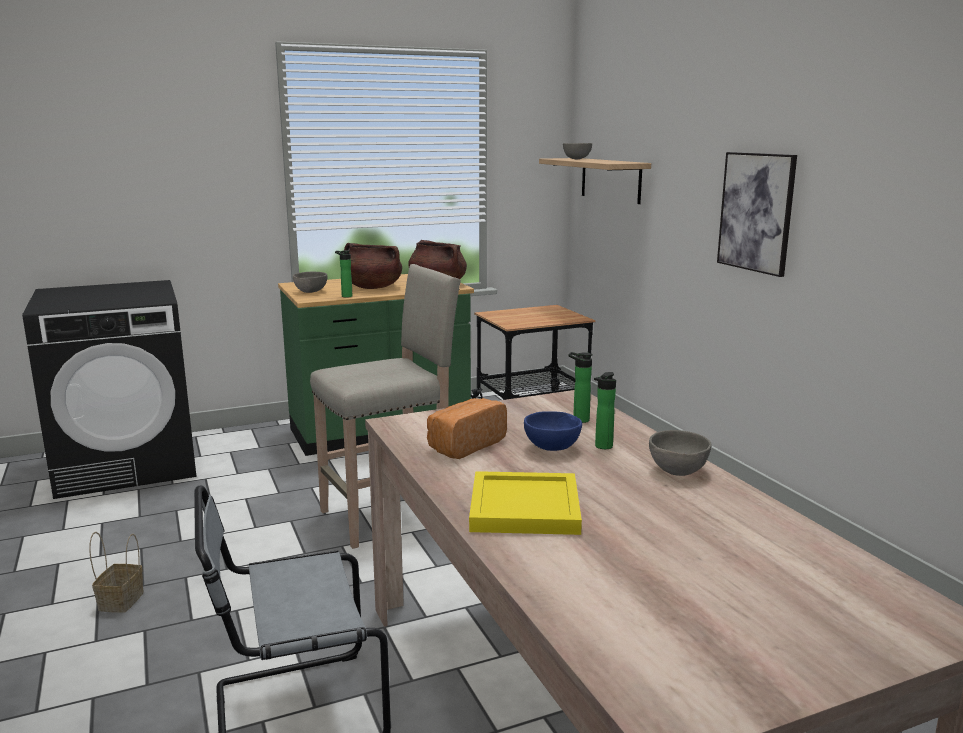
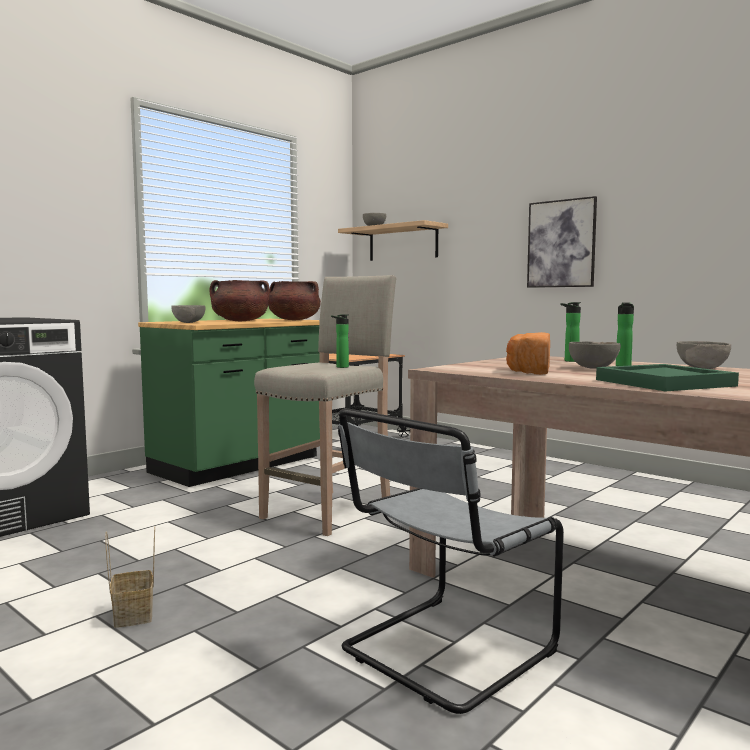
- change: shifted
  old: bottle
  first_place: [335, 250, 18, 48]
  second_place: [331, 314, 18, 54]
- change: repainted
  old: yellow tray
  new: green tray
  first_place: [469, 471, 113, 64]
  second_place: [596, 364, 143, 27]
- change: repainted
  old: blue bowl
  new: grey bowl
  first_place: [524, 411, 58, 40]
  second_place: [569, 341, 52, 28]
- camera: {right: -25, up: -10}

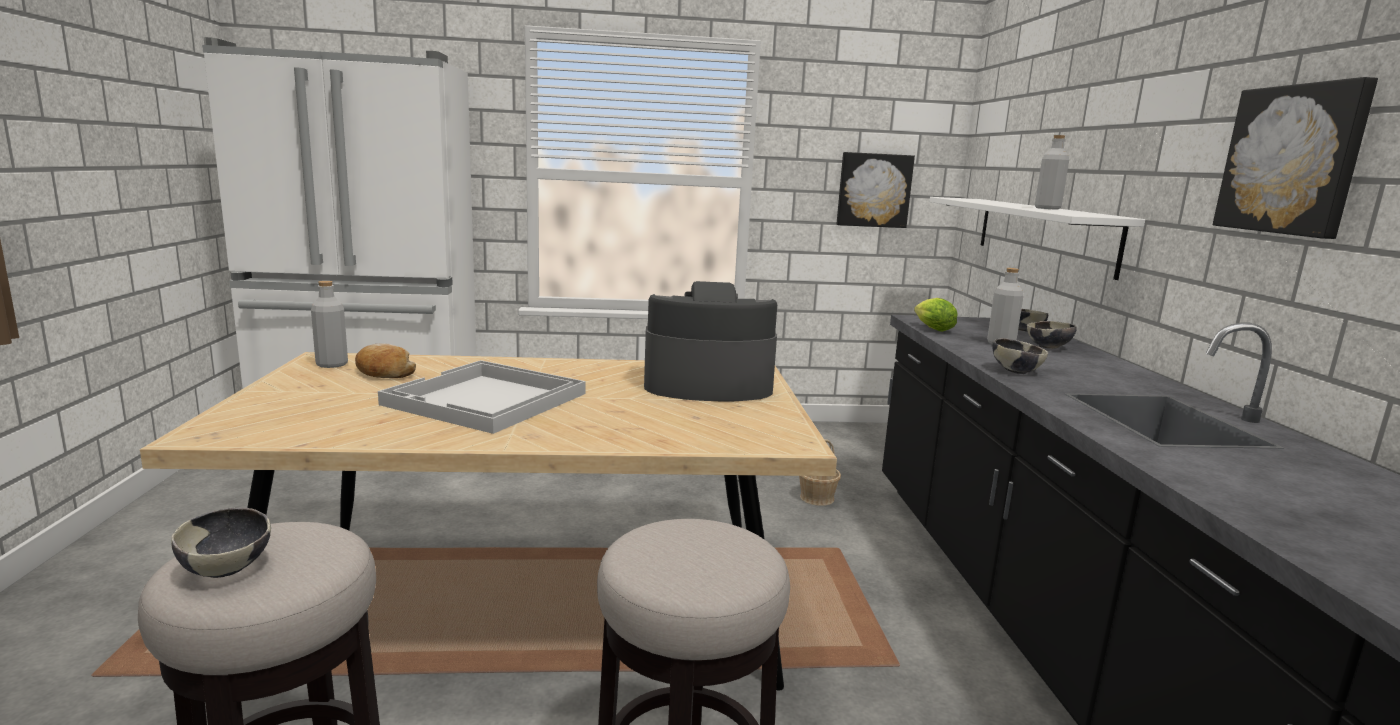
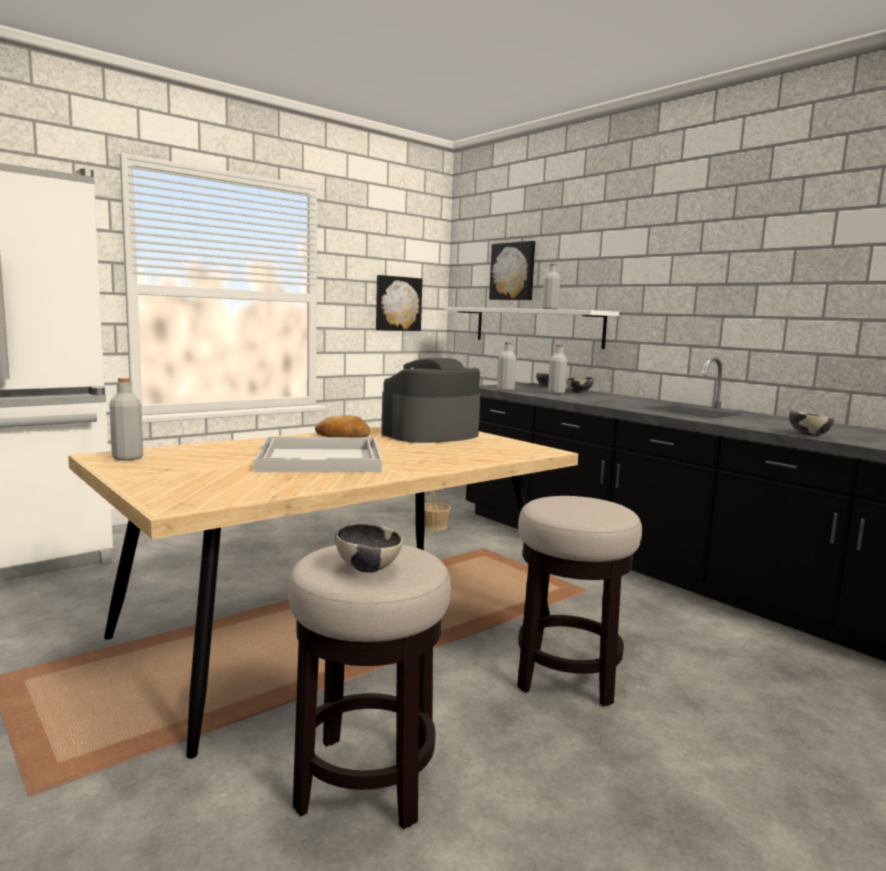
- change: shifted
  old: bread
  first_place: [355, 344, 61, 34]
  second_place: [315, 415, 55, 22]
- change: shifted
  old: bowl
  first_place: [992, 338, 56, 36]
  second_place: [789, 411, 46, 25]
- change: shifted
  old: picture
  first_place: [1213, 77, 165, 162]
  second_place: [489, 241, 46, 59]
- change: swapped
  old: lettuce
  new: grey bottle
  first_place: [914, 298, 43, 34]
  second_place: [497, 342, 19, 49]
- camera: {right: -35, up: -5}

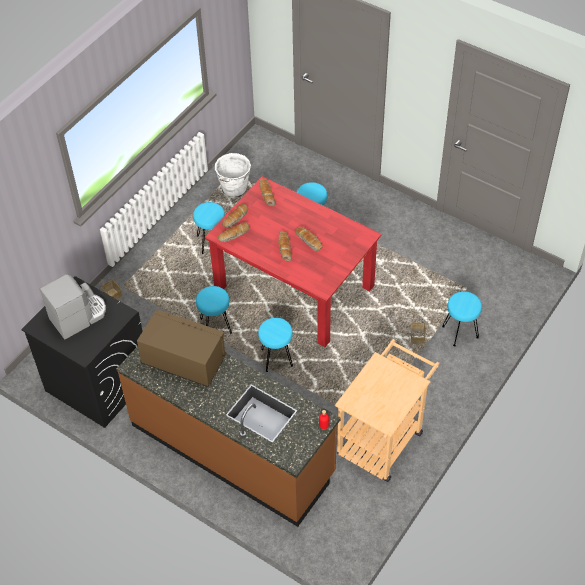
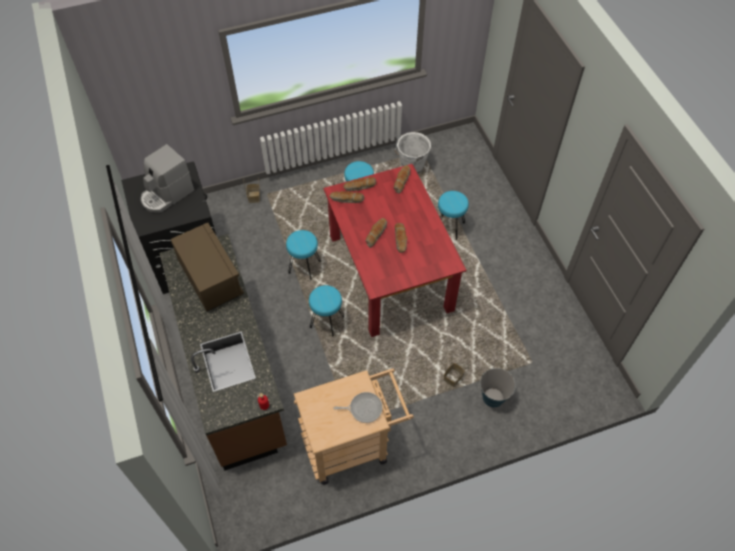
- change: new
  new: frying pan
  second_place: [333, 392, 50, 31]
- change: swapped
  old: turquoise stool
  new: bucket
  first_place: [442, 291, 40, 55]
  second_place: [478, 368, 38, 40]
- change: rotated
  old: coffee machine
  first_place: [40, 274, 66, 65]
  second_place: [141, 144, 53, 69]
  degrees: 135
- camera: {right: 35, up: 5}

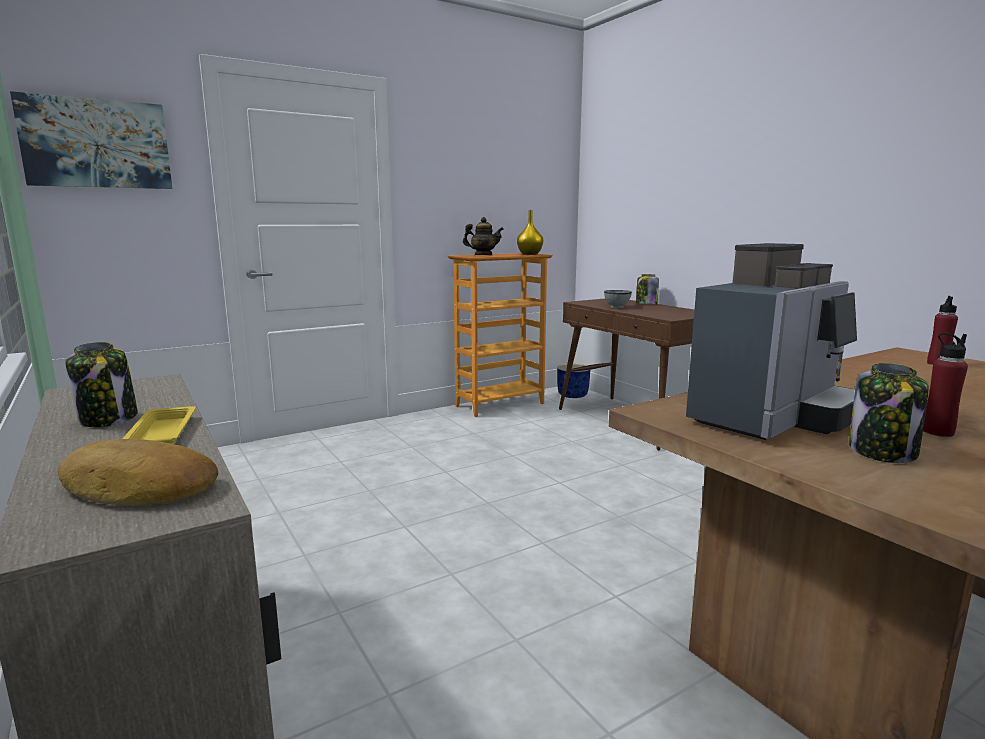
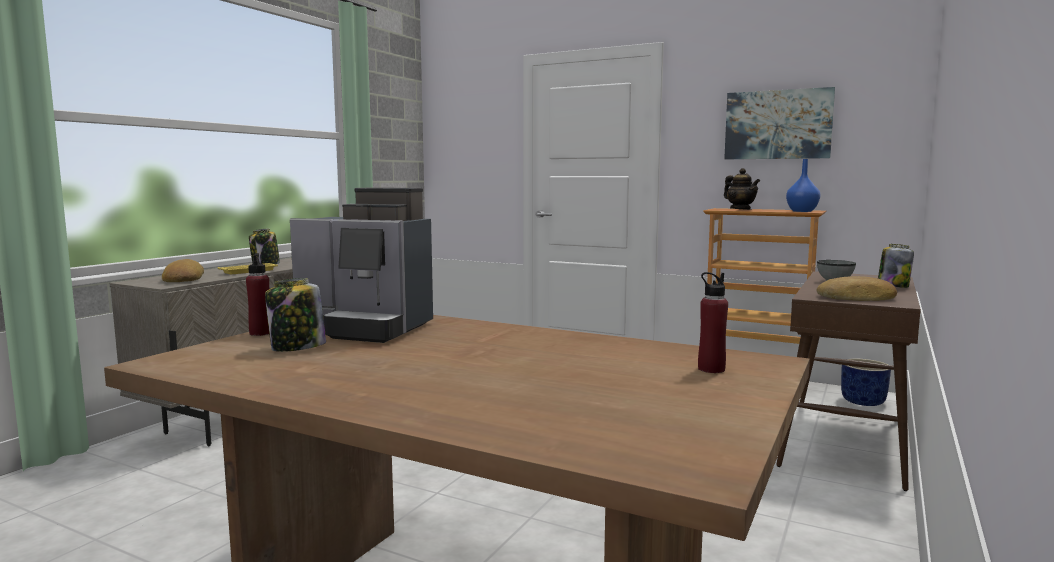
- change: new
  new: bread
  second_place: [816, 276, 81, 25]
- change: shifted
  old: picture
  first_place: [10, 91, 163, 98]
  second_place: [724, 87, 111, 72]
- change: shifted
  old: red bottle
  first_place: [923, 332, 45, 105]
  second_place: [246, 253, 23, 83]
- change: repainted
  old: yellow vase
  new: blue vase
  first_place: [517, 210, 26, 45]
  second_place: [786, 159, 34, 53]
- camera: {right: 60, up: -5}

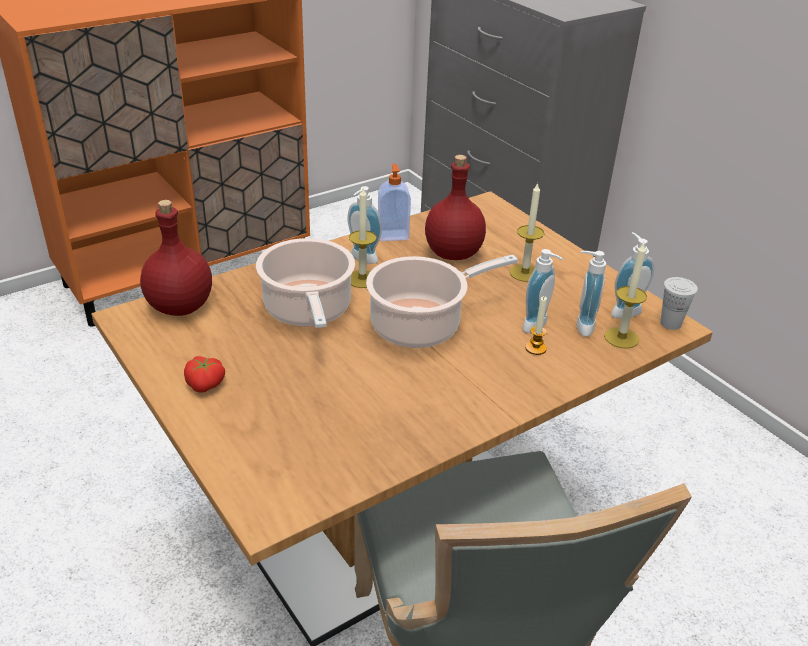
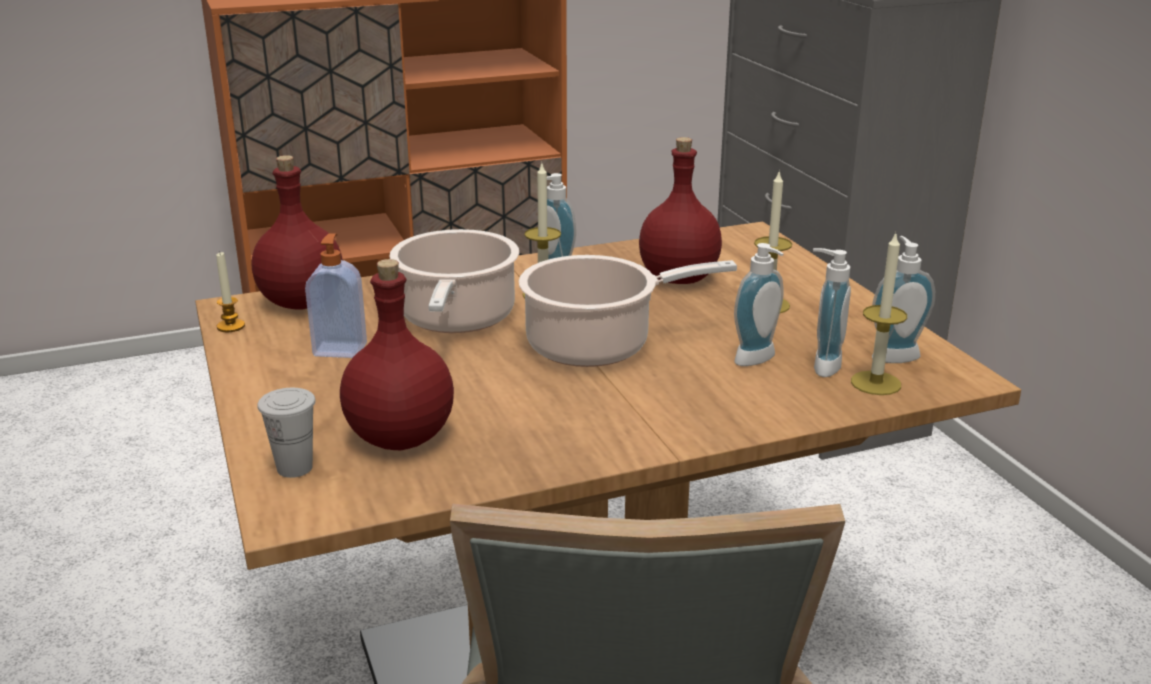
- change: gone
  old: tomato
  first_place: [184, 356, 41, 37]
- change: new
  new: red bottle
  second_place: [340, 259, 114, 191]
- change: shifted
  old: soap dispenser
  first_place: [378, 164, 33, 77]
  second_place: [305, 233, 62, 125]
- change: shifted
  old: candle
  first_place: [525, 296, 22, 59]
  second_place: [216, 252, 29, 80]
- change: shifted
  old: white cup
  first_place: [660, 277, 38, 53]
  second_place: [257, 388, 59, 90]
- camera: {right: 15, up: -10}

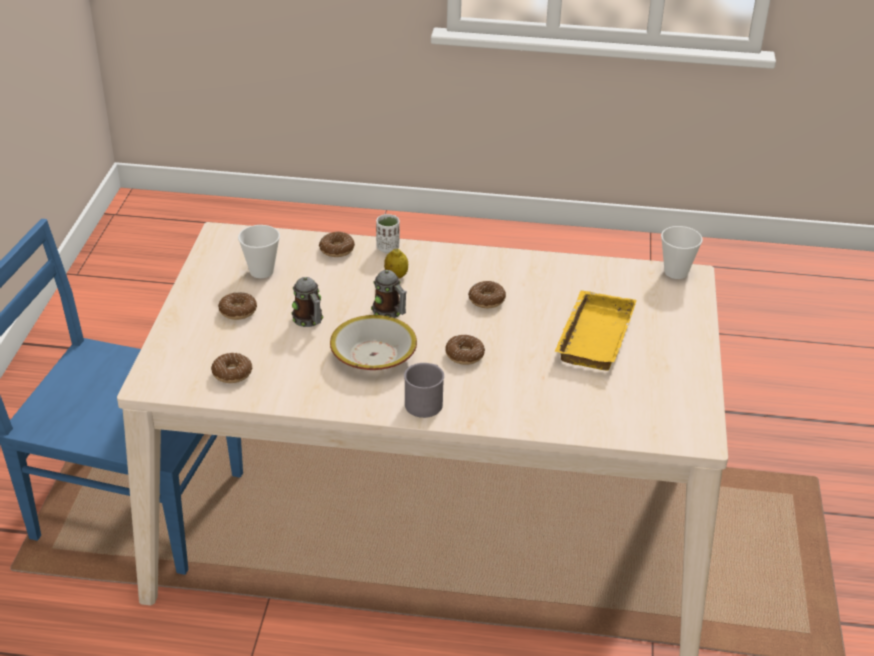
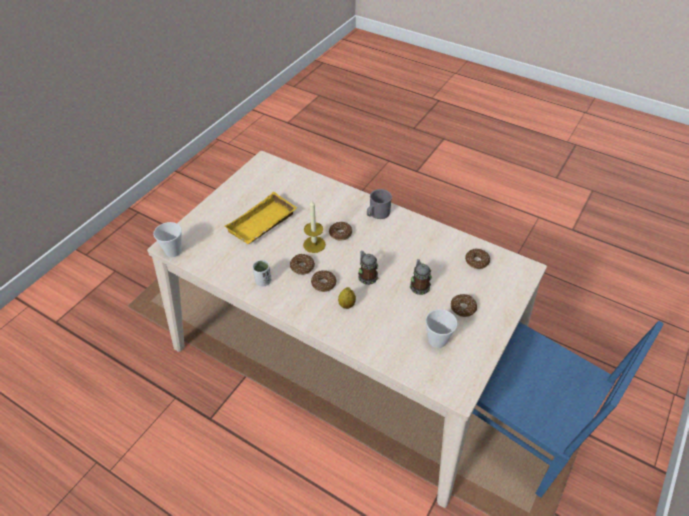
- change: gone
  old: bowl
  first_place: [330, 315, 87, 55]
- change: new
  new: candle
  second_place: [303, 200, 23, 53]
- change: shifted
  old: donut
  first_place: [319, 232, 36, 25]
  second_place: [311, 270, 26, 22]
- change: shifted
  old: white cup
  first_place: [376, 214, 24, 39]
  second_place: [252, 260, 19, 27]
- camera: {right: -155, up: 10}

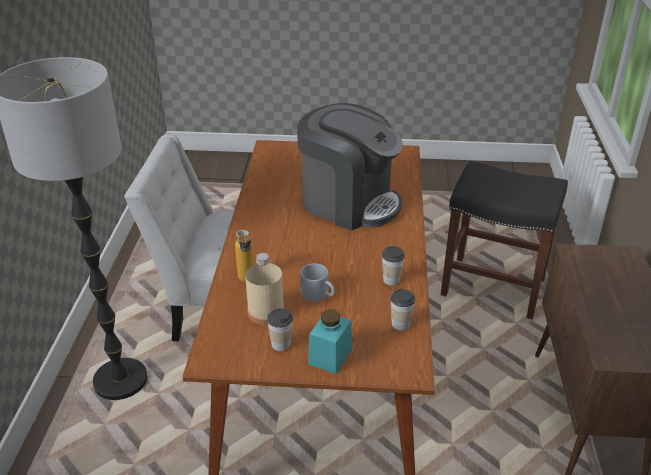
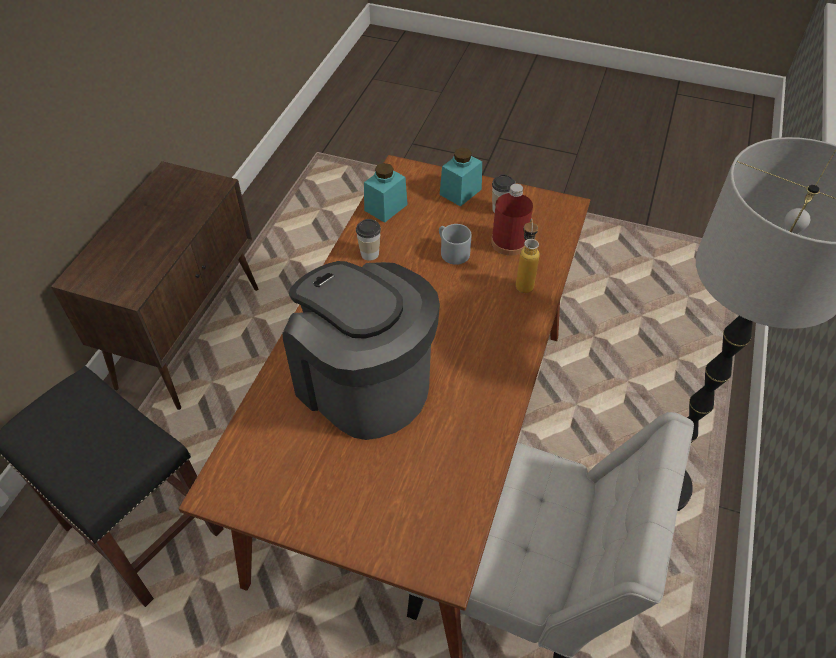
- change: swapped
  old: cup
  new: turquoise jar
  first_place: [391, 289, 24, 42]
  second_place: [364, 163, 44, 60]
- change: repainted
  old: beige bottle
  new: red bottle
  first_place: [245, 253, 39, 72]
  second_place: [491, 184, 42, 72]
- camera: {right: -165, up: 15}

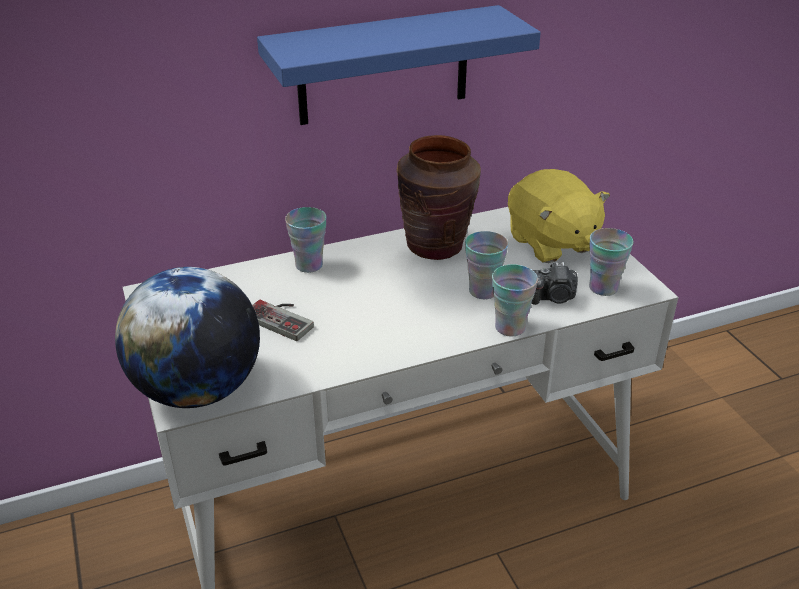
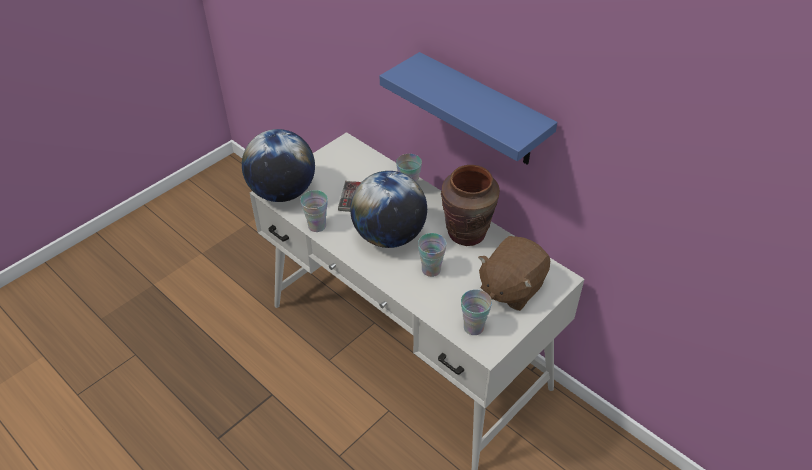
- change: gone
  old: photo camera
  first_place: [531, 262, 47, 43]
- change: new
  new: globe
  second_place: [350, 171, 77, 77]
- change: shifted
  old: cup
  first_place: [492, 265, 46, 72]
  second_place: [300, 190, 28, 42]
- change: repainted
  old: yellow plush toy
  new: brown plush toy
  first_place: [508, 169, 102, 94]
  second_place: [478, 236, 72, 75]
- camera: {right: 65, up: 10}

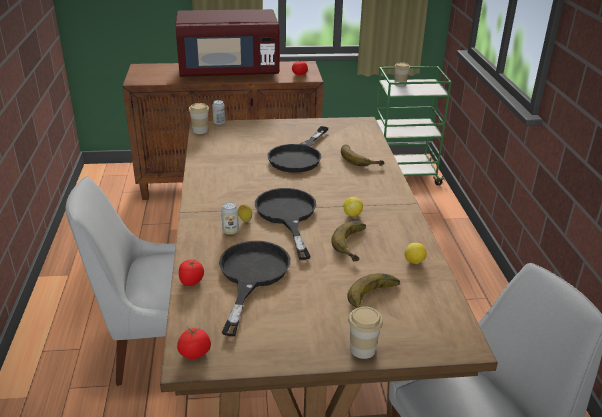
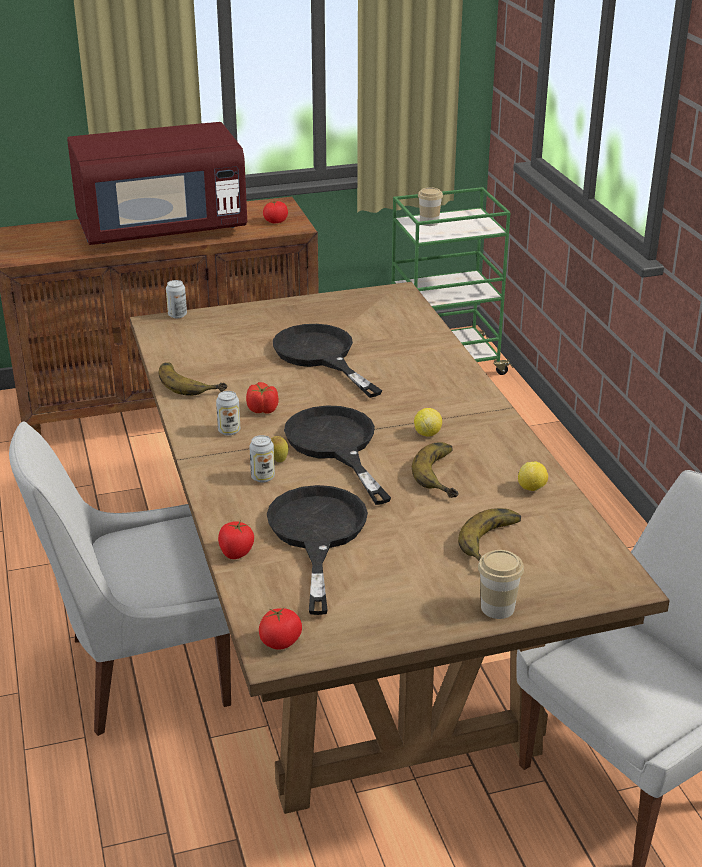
- change: gone
  old: cup
  first_place: [189, 103, 20, 31]
- change: new
  new: can
  second_place: [216, 391, 24, 45]
- change: new
  new: tomato
  second_place: [246, 382, 32, 32]
- change: shifted
  old: banana
  first_place: [341, 145, 43, 21]
  second_place: [159, 362, 69, 34]
- change: rotated
  old: black frying pan
  first_place: [268, 126, 60, 47]
  second_place: [273, 324, 109, 74]
  degrees: 135
- camera: {right: -10, up: 0}

